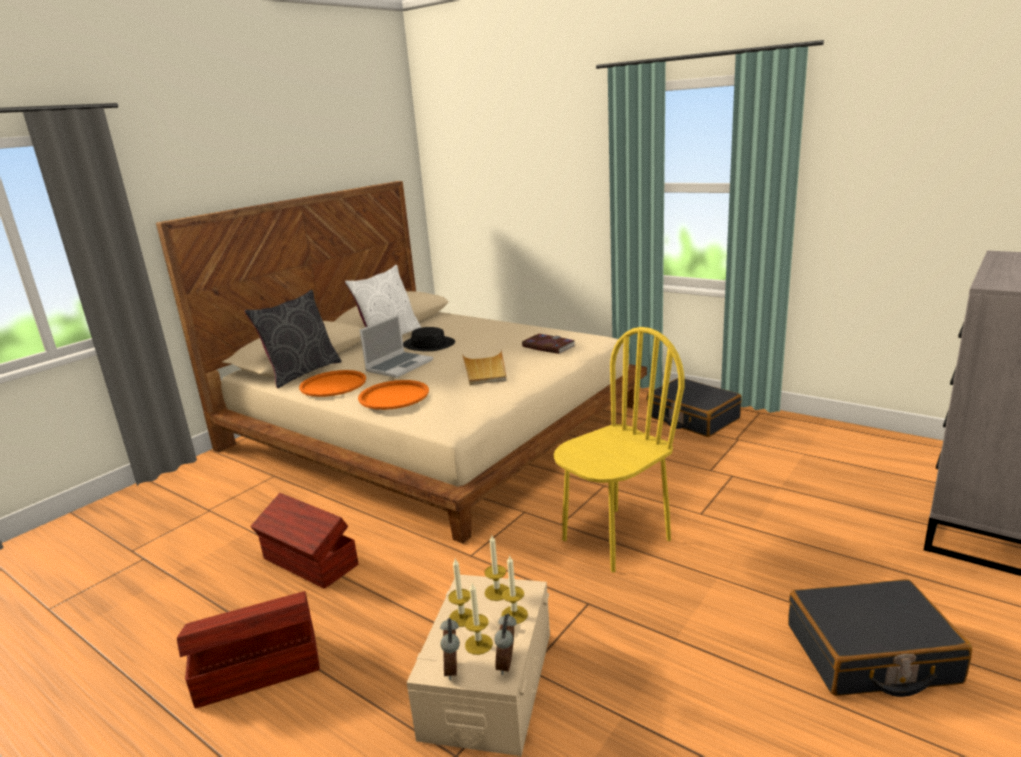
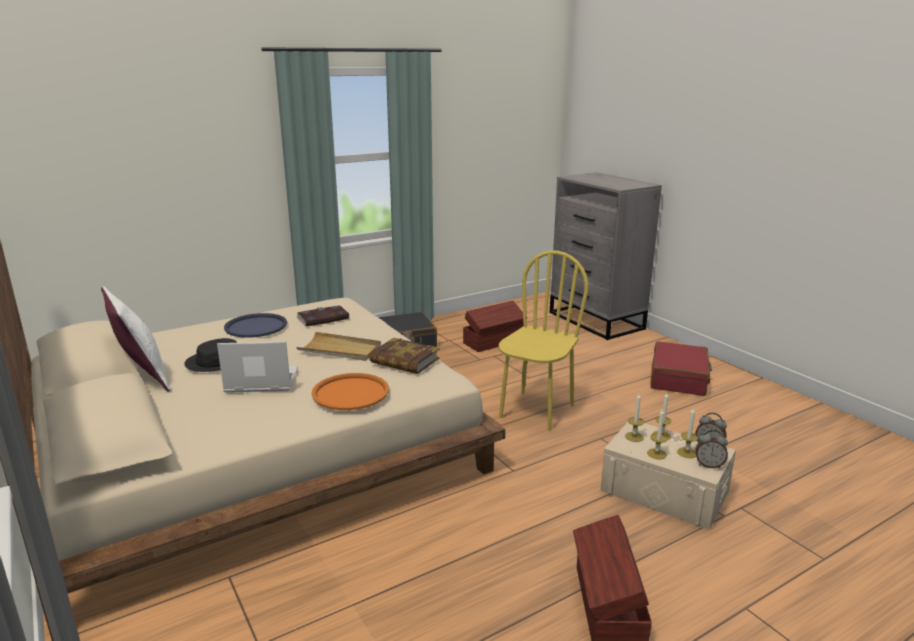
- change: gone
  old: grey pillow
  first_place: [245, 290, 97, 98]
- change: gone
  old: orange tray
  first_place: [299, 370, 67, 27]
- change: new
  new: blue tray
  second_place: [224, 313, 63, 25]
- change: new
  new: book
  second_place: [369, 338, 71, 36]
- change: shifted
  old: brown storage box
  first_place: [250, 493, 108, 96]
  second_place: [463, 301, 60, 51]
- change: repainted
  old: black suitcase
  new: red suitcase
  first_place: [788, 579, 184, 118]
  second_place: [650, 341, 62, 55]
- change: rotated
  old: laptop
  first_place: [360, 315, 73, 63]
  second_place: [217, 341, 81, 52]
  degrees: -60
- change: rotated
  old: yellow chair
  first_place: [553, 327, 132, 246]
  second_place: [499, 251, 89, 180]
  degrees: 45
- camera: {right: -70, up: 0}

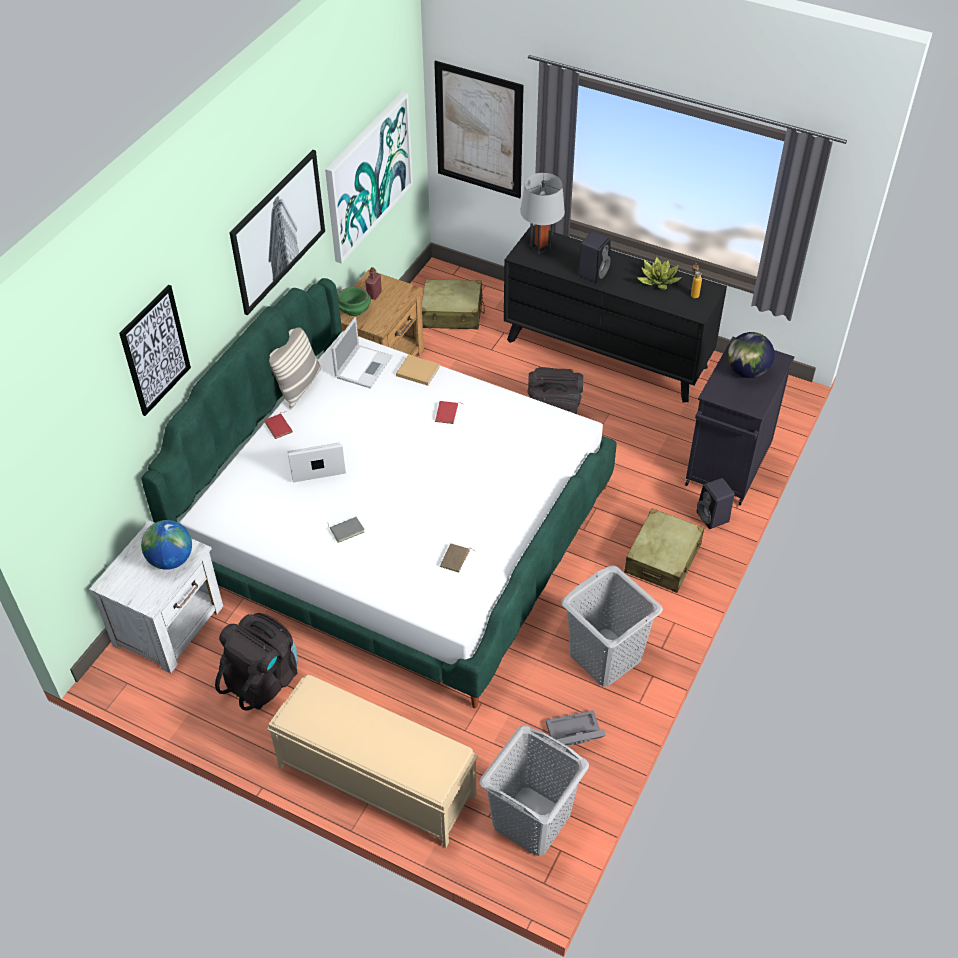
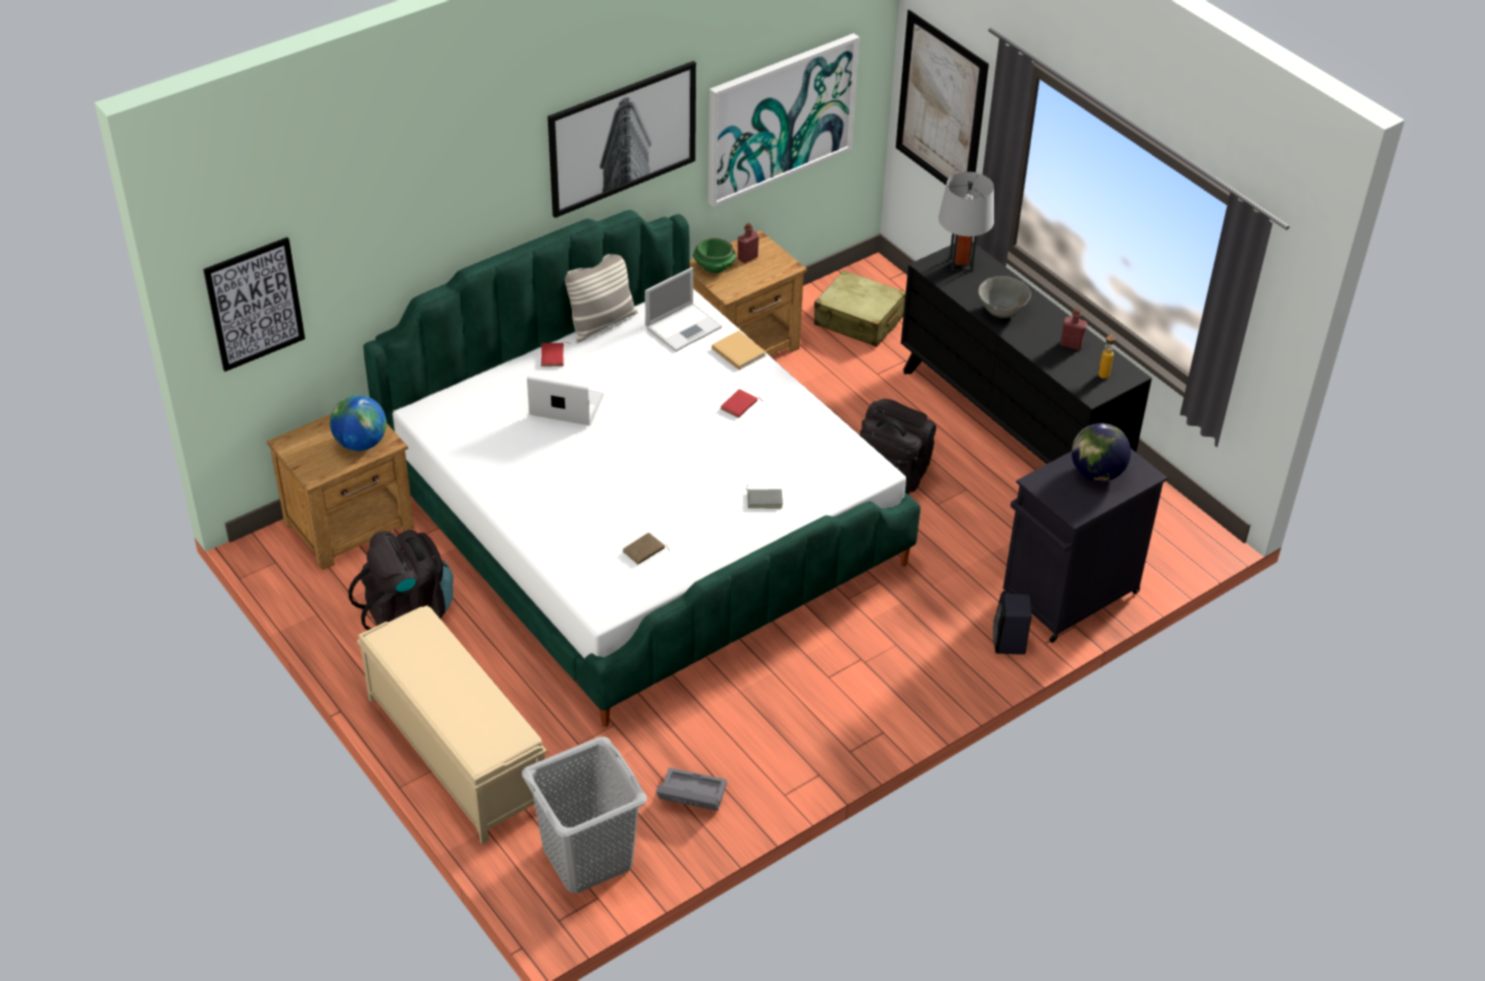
- change: gone
  old: grey laundry basket
  first_place: [561, 565, 102, 122]
- change: gone
  old: beige suitcase
  first_place: [624, 508, 80, 85]
- change: shifted
  old: picture
  first_place: [119, 285, 72, 131]
  second_place: [203, 237, 102, 135]
- change: shifted
  old: grey book
  first_place: [328, 517, 36, 26]
  second_place: [746, 485, 37, 23]
- change: swapped
  old: black speaker
  new: grey bowl
  first_place: [578, 232, 33, 51]
  second_place: [978, 276, 53, 42]
- change: swapped
  old: potted plant
  new: red bottle
  first_place: [637, 257, 45, 33]
  second_place: [1061, 309, 26, 41]
- change: repainted
  old: white nightstand
  new: brown nightstand
  first_place: [89, 520, 134, 153]
  second_place: [267, 414, 148, 156]
- camera: {right: 25, up: -5}

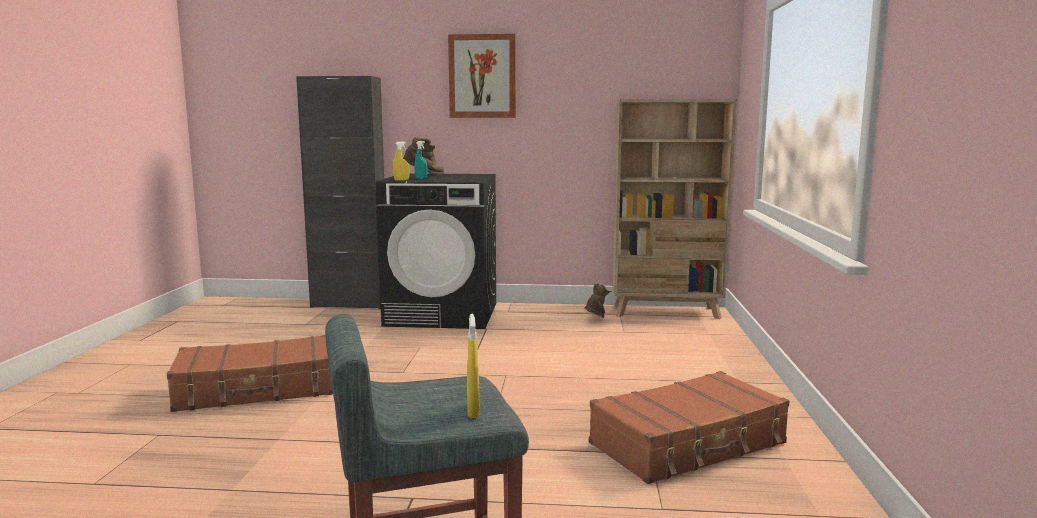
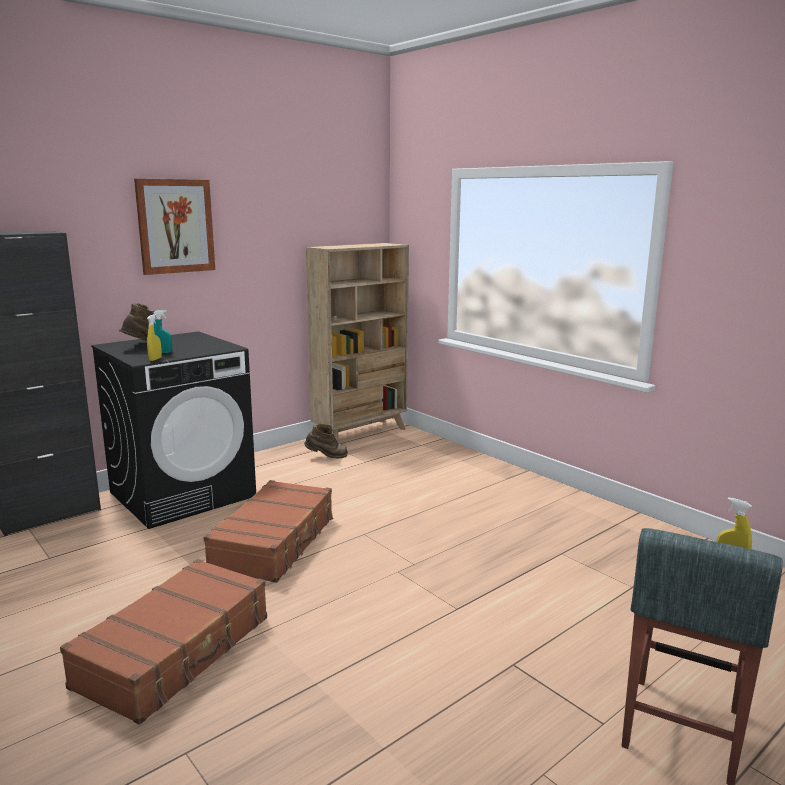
- change: shifted
  old: brown suitcase
  first_place: [589, 371, 201, 113]
  second_place: [203, 480, 130, 103]
- change: rotated
  old: brown boot
  first_place: [584, 284, 28, 34]
  second_place: [304, 423, 44, 35]
  degrees: 105
- camera: {right: -45, up: 5}

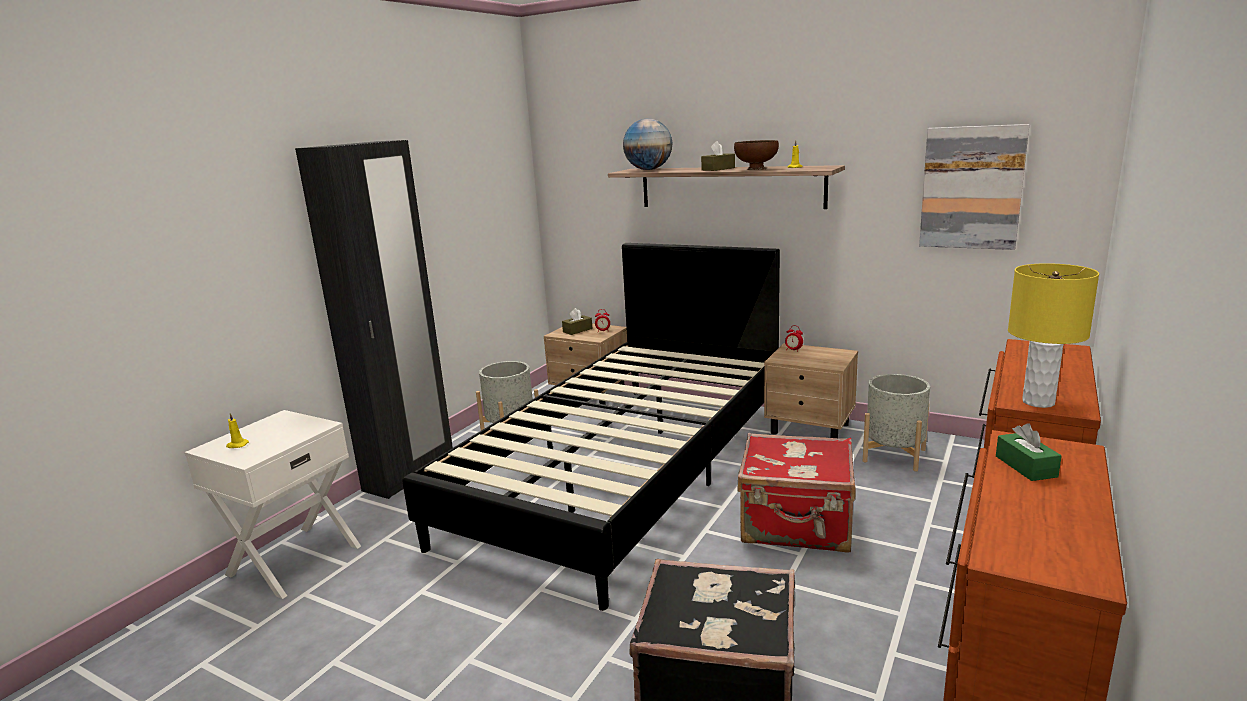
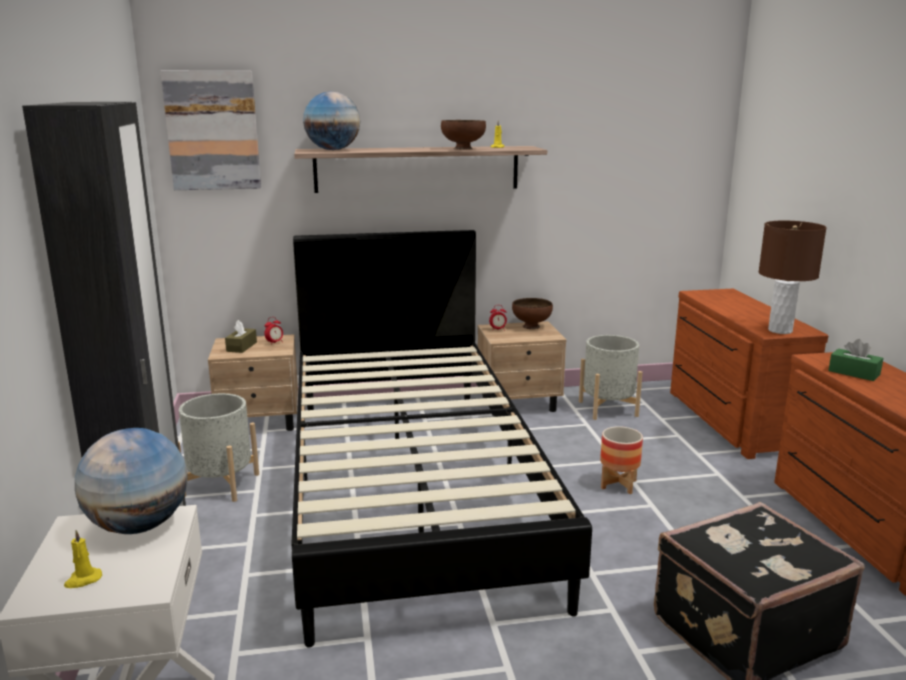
- change: gone
  old: brown tissue box
  first_place: [701, 141, 34, 30]
- change: new
  new: globe
  second_place: [75, 428, 113, 106]
- change: new
  new: brown bowl
  second_place: [512, 298, 41, 31]
- change: shifted
  old: picture
  first_place: [919, 124, 110, 126]
  second_place: [160, 71, 101, 119]
- change: swapped
  old: red suitcase
  new: planter
  first_place: [737, 433, 119, 120]
  second_place: [600, 426, 43, 68]
- change: repainted
  old: yellow table lamp
  new: brown table lamp
  first_place: [1008, 263, 91, 145]
  second_place: [759, 221, 68, 113]
- camera: {right: -40, up: 0}

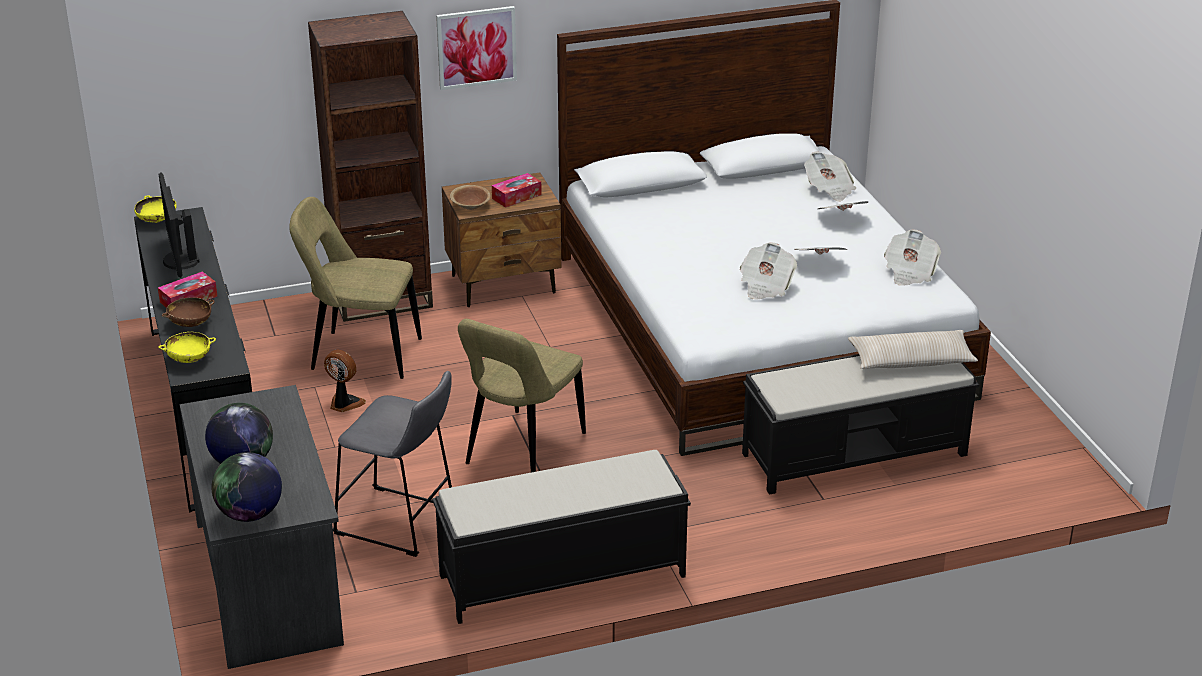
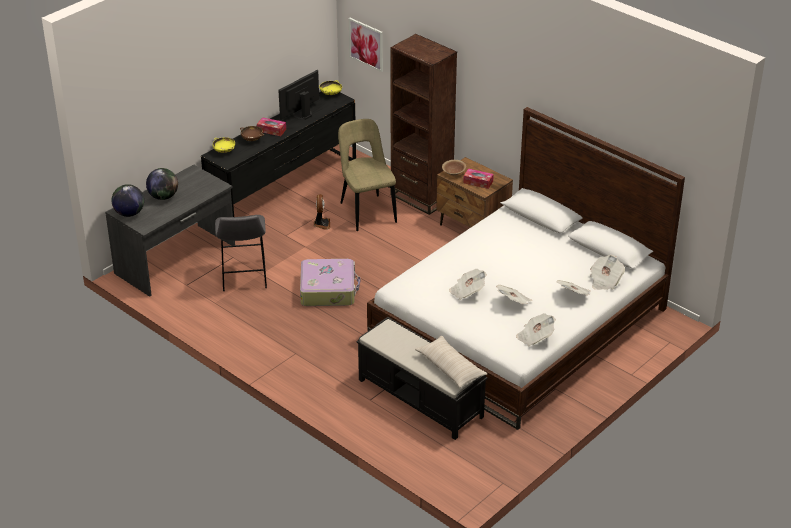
- change: gone
  old: black bench
  first_place: [432, 450, 259, 174]
- change: shifted
  old: picture
  first_place: [436, 6, 81, 84]
  second_place: [349, 18, 34, 54]
- change: swapped
  old: beige chair
  new: suitcase
  first_place: [458, 319, 128, 154]
  second_place: [300, 259, 60, 47]
- camera: {right: 60, up: 5}

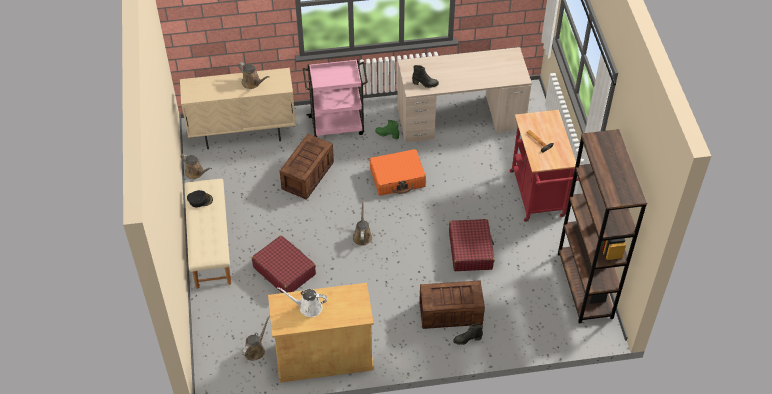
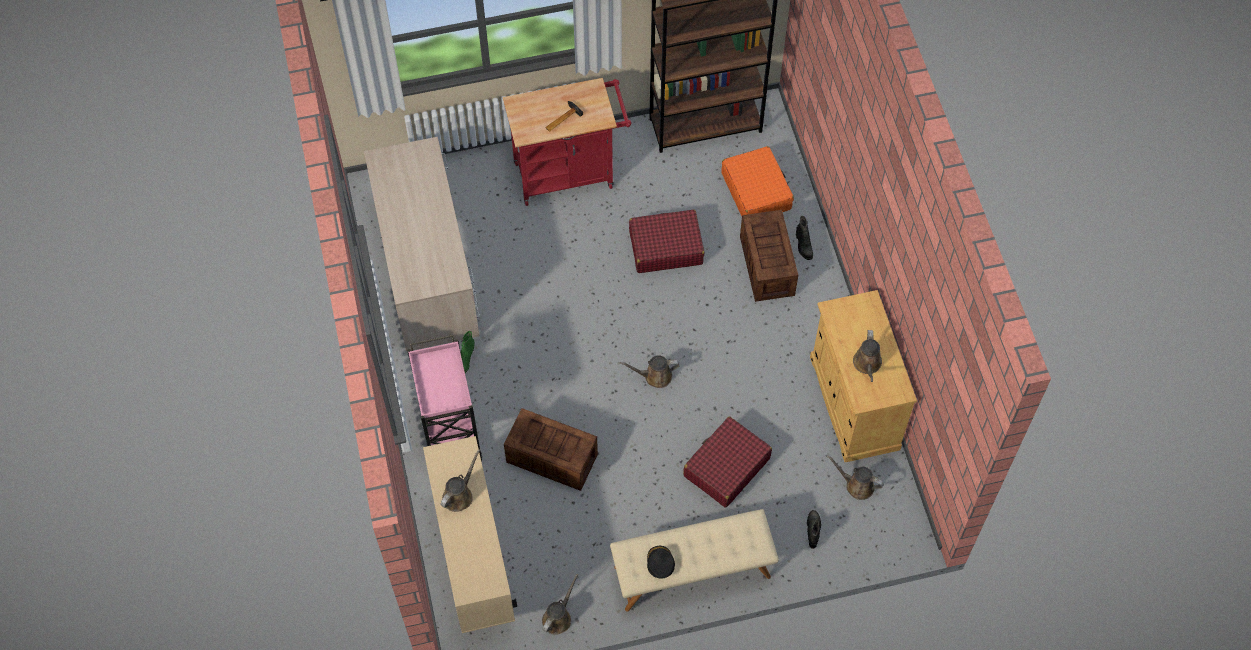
- change: shifted
  old: orange suitcase
  first_place: [369, 149, 57, 47]
  second_place: [721, 146, 73, 70]
- change: shifted
  old: black boot
  first_place: [412, 65, 27, 23]
  second_place: [807, 510, 14, 39]
- change: repainted
  old: white watering can
  new: brown watering can
  first_place: [277, 287, 50, 30]
  second_place: [853, 330, 29, 52]
- camera: {right: -95, up: 10}

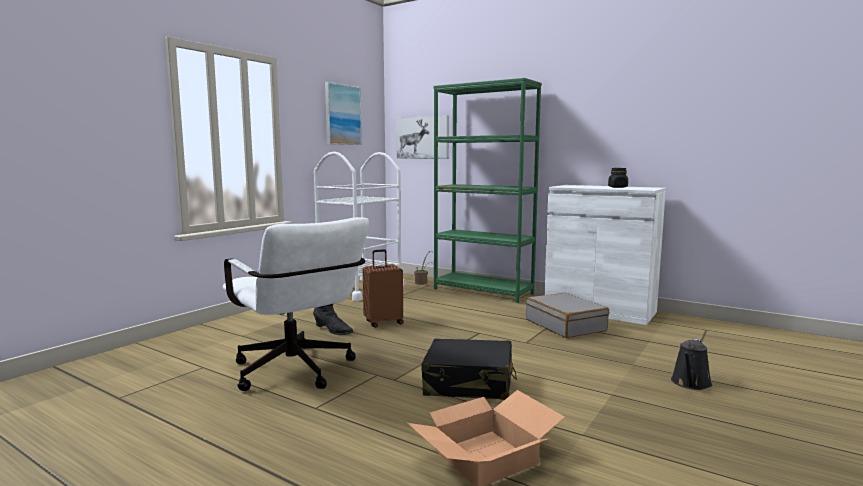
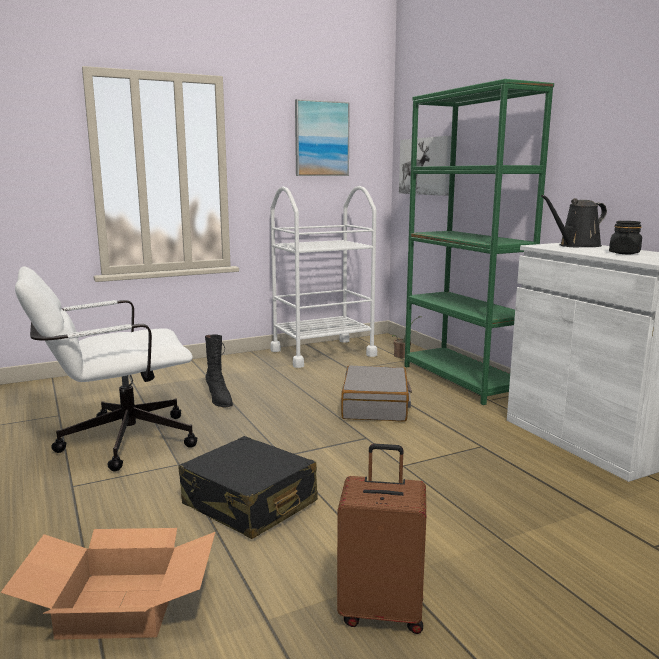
- change: shifted
  old: brown suitcase
  first_place: [363, 249, 40, 78]
  second_place: [337, 444, 89, 190]
- change: shifted
  old: grey suitcase
  first_place: [526, 293, 83, 45]
  second_place: [341, 365, 71, 57]
- change: shifted
  old: black watering can
  first_place: [671, 339, 41, 51]
  second_place: [541, 195, 66, 53]
- change: rotated
  old: white office chair
  first_place: [223, 217, 146, 174]
  second_place: [15, 266, 182, 206]
  degrees: 75
- camera: {right: 30, up: 5}

